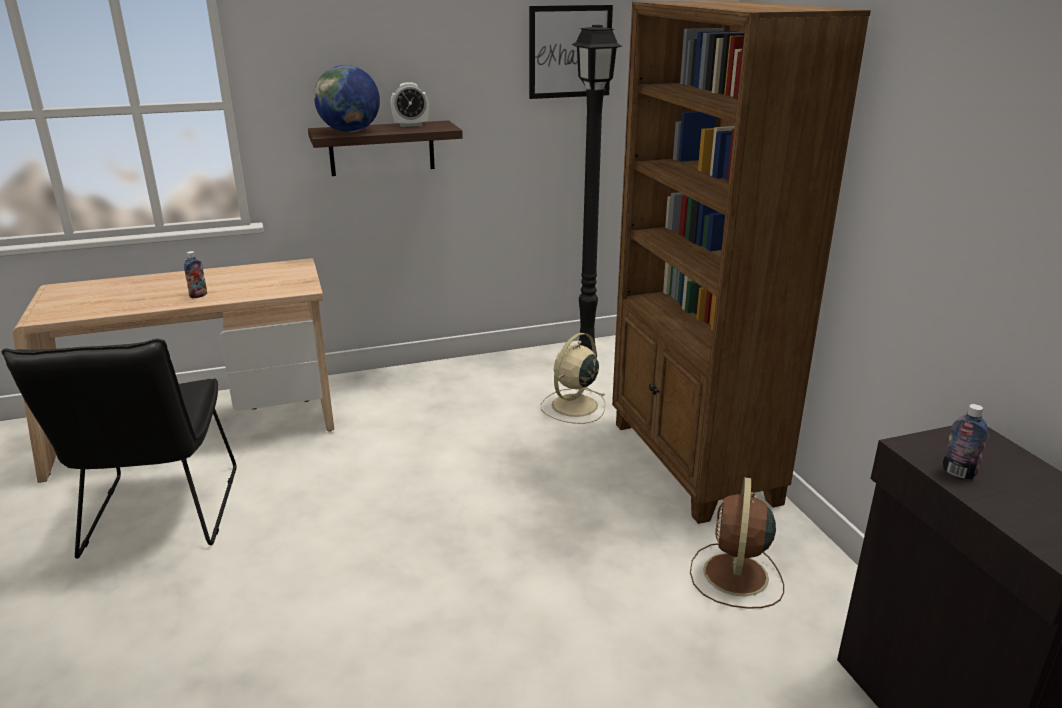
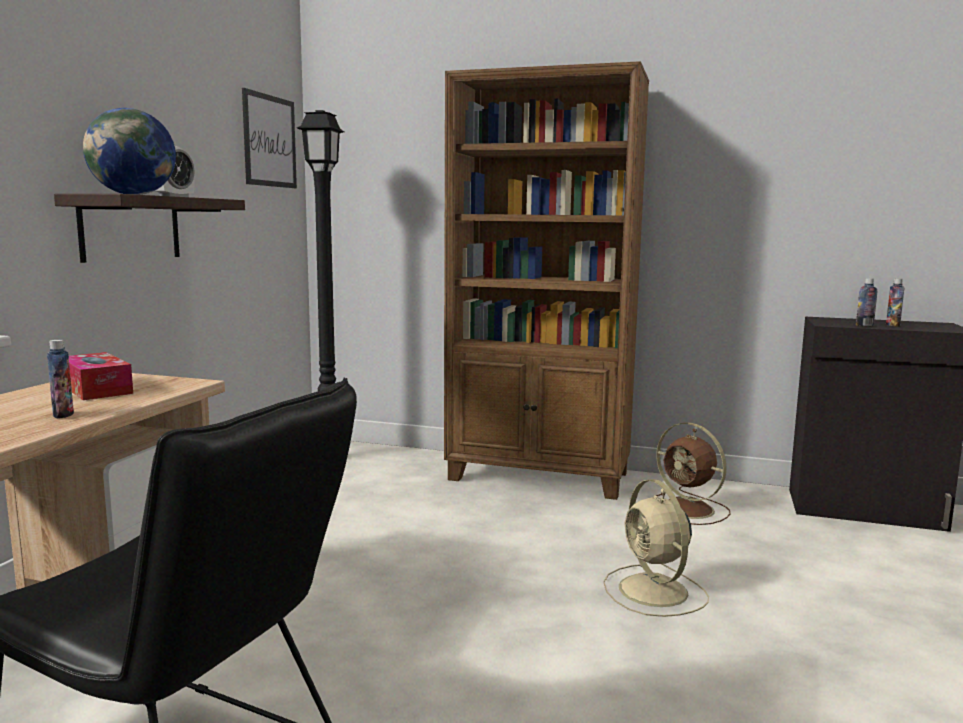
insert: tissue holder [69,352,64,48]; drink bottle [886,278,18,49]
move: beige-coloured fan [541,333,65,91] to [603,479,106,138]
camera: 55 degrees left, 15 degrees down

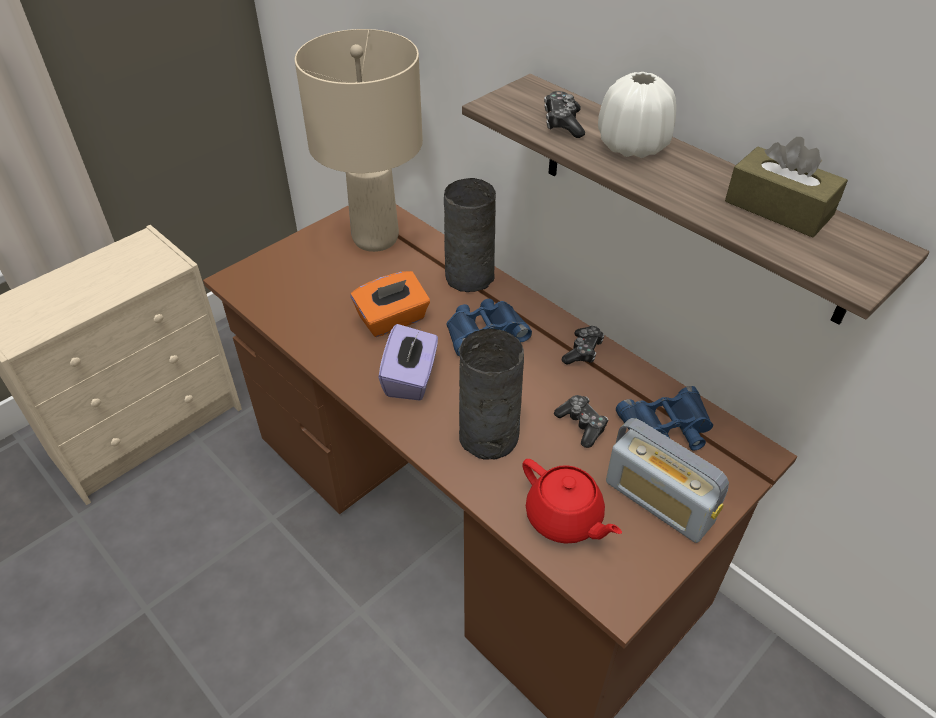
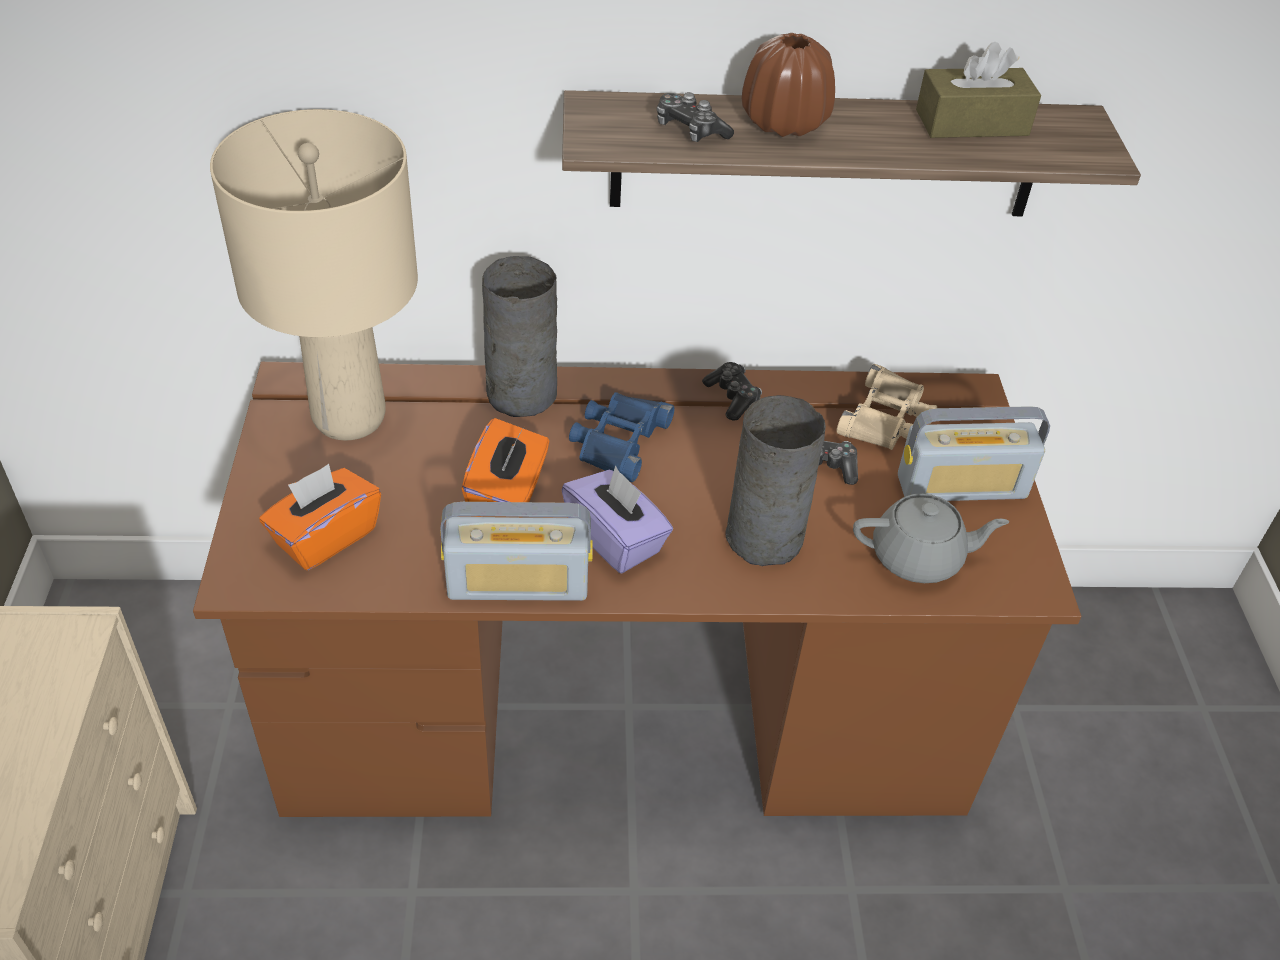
insert: orangey tissue holder [259,464,122,106]; radio [440,502,153,99]
recolor: whitish vase [598,72,78,86] to brown-coloured vase [742,33,93,104]; blue-coloured pair of binoculars [616,386,97,64] to beige-coloured pair of binoculars [836,364,101,86]; reddish teapot [522,459,100,85] to greyish teapot [853,493,156,90]
camera: 50 degrees left, 0 degrees up

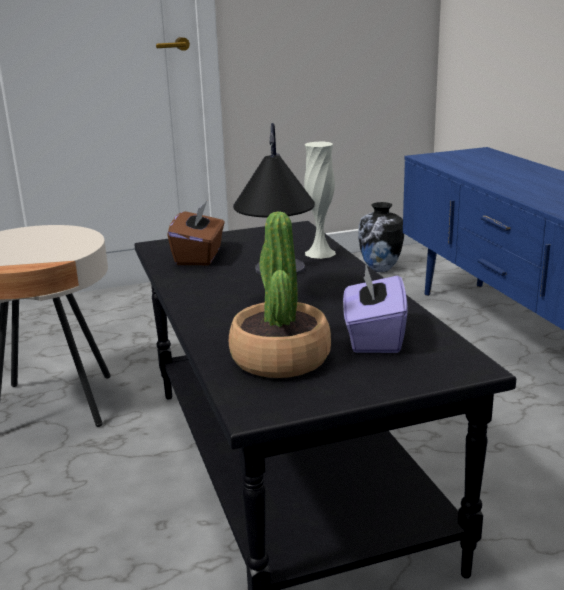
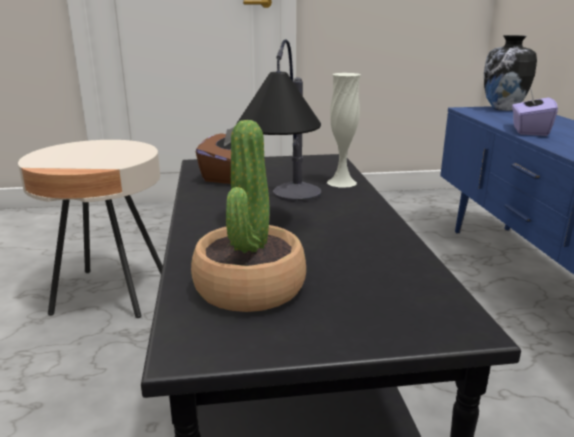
move: vase [358,202,46,70] to [484,35,53,76]; purple-coloured tissue holder [343,265,65,88] to [512,88,46,48]
camera: 10 degrees right, 0 degrees up

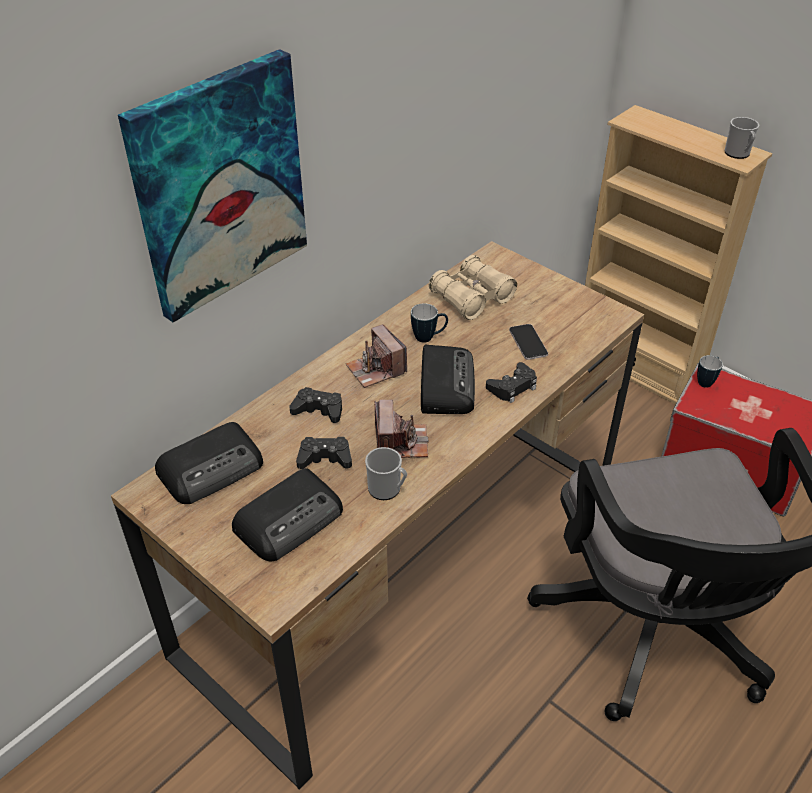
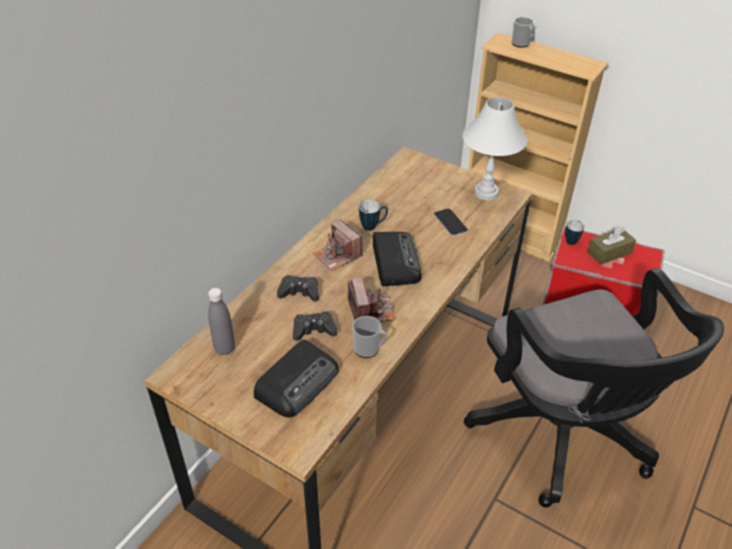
delete: picture [118,49,189,273]; beige-coloured pair of binoculars [429,255,88,65]; blackish joypad [486,362,51,41]
insert: whitish lamp for a table [462,97,65,103]; brown-coloured tissue holder [587,227,49,38]
move: tea mug [724,117,35,42] to [512,17,22,31]
replace: radio [155,422,108,82] to greyish drink bottle [208,288,27,67]
camera: 10 degrees left, 0 degrees up

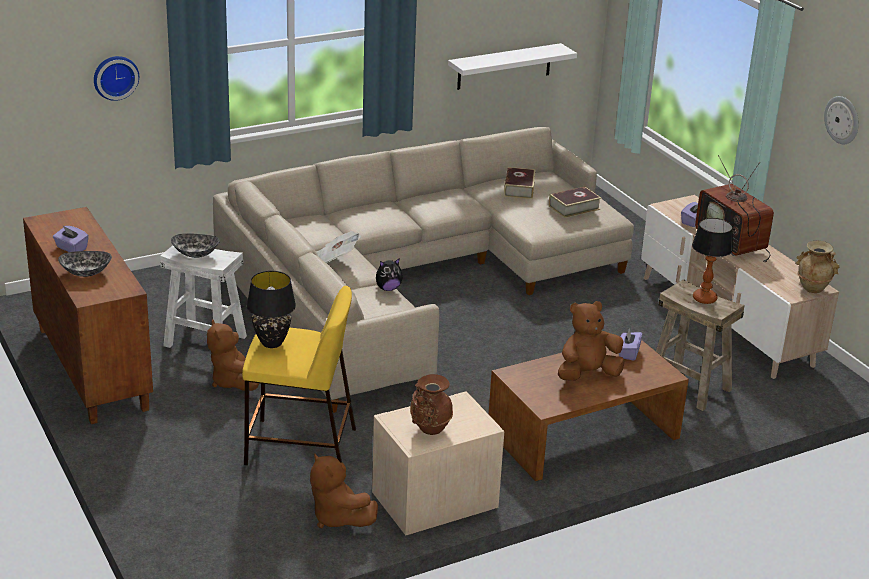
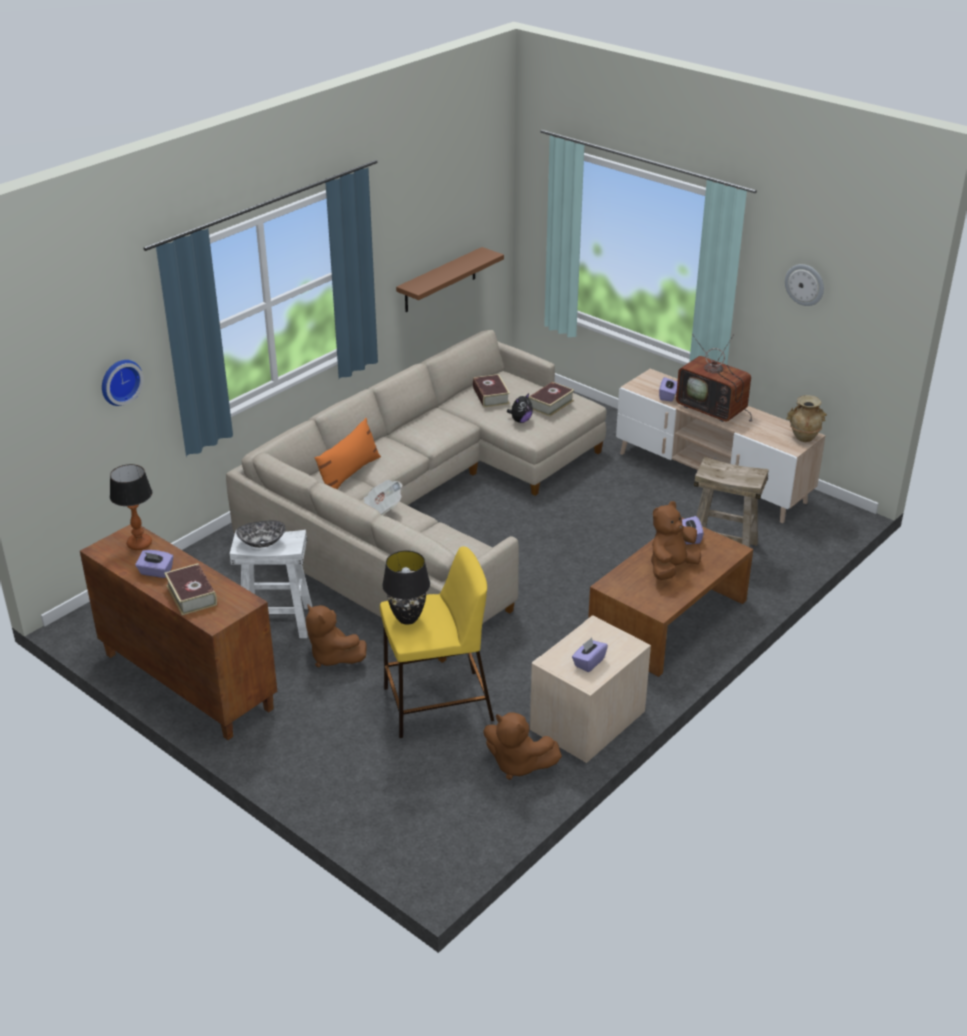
insert: orangey throw pillow [315,418,66,71]
move: lamp for a table [692,218,41,86] to [110,464,42,86]; cuddly toy [376,258,26,33] to [507,393,26,30]
replace: bowl [58,251,54,26] to bound book [164,563,53,52]; brown-coloured vase [410,374,43,61] to purple-coloured tissue holder [572,638,36,34]
recolor: whitish bracket shelf [448,43,129,47] to brown-coloured bracket shelf [396,247,108,65]
camera: 20 degrees left, 5 degrees up

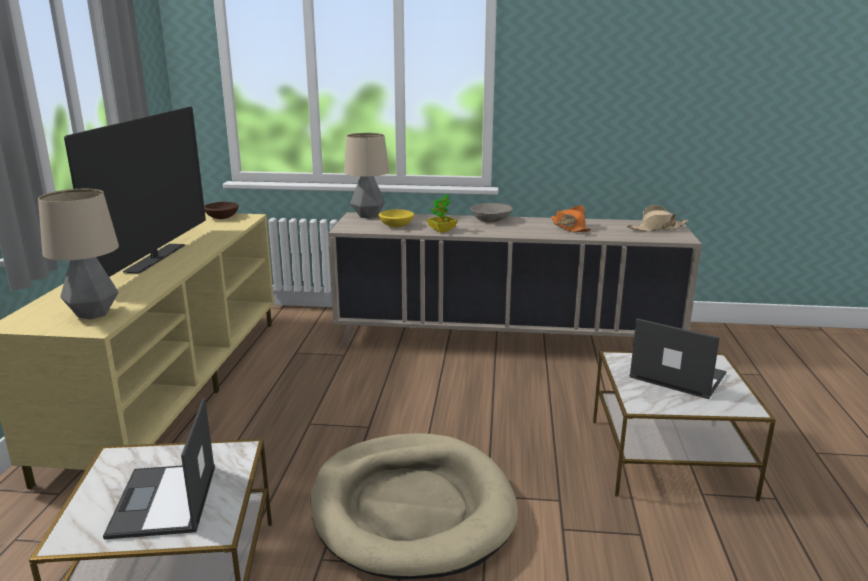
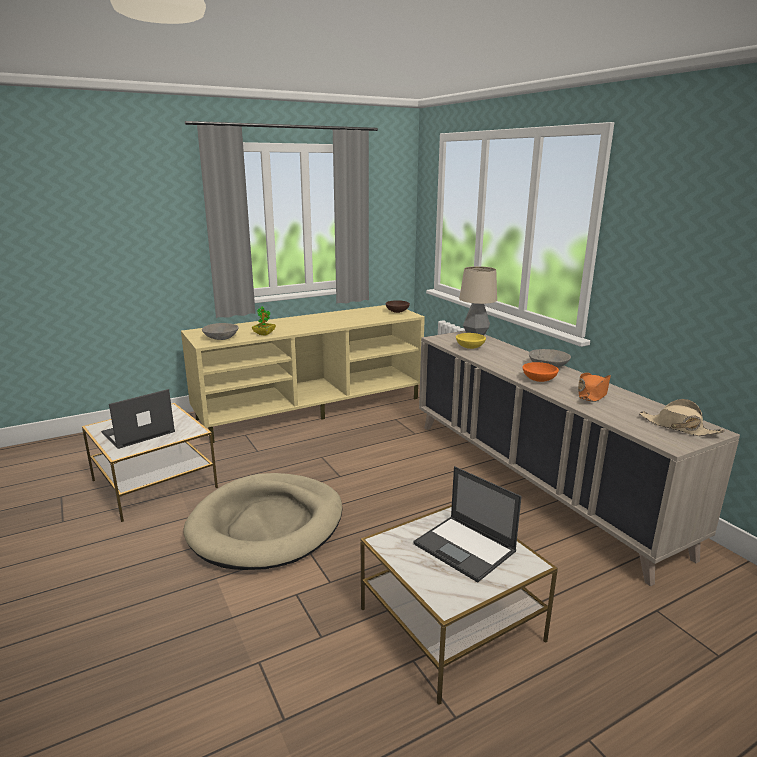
delete: TV set [64,106,142,171]
insert: orangey bowl [522,362,37,20]
move: houseplant [427,194,30,39] to [252,306,24,30]
replace: lamp for a table [38,189,81,130] to greyish bowl [202,323,37,17]
rotate: laptop [629,318,98,81] = [413,466,109,116] 135 degrees clockwise
camera: 55 degrees right, 0 degrees up

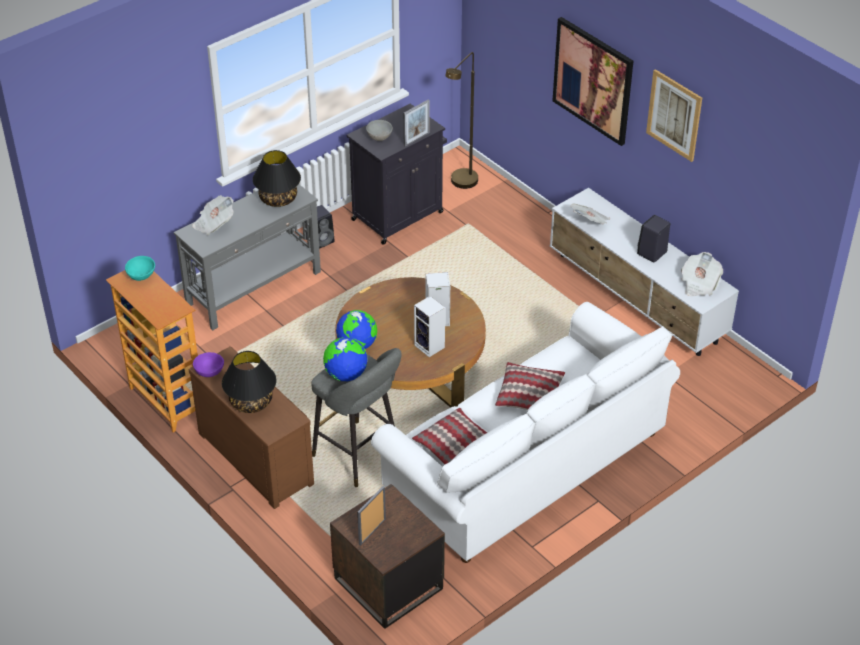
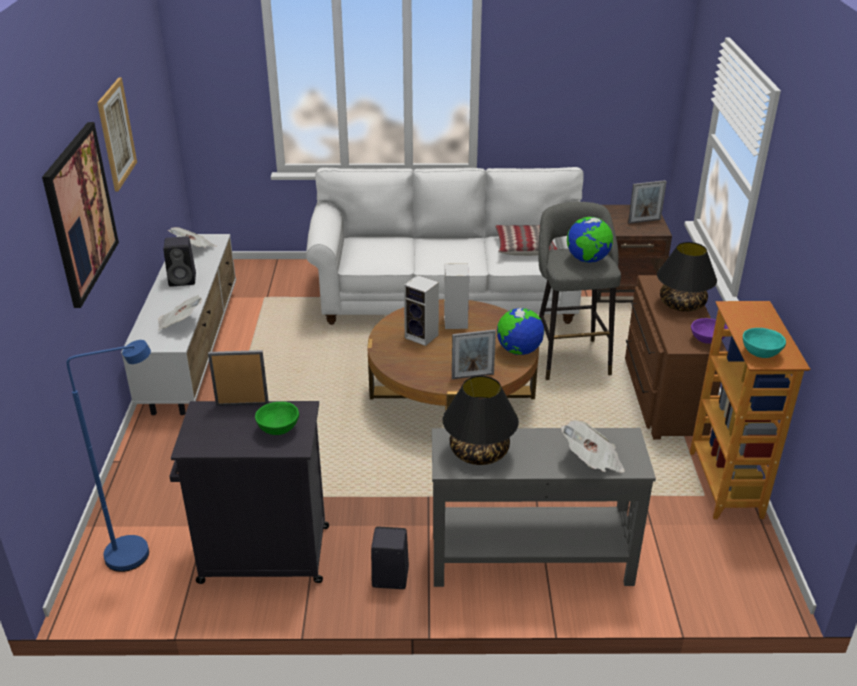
delete: throw pillow [495,362,70,48]
insert: photo frame [452,330,44,49]
recolor: brown-coloured floor lamp [446,52,32,137] to blue-coloured floor lamp [67,340,84,232]; greyish bowl [366,120,27,21] to greenish bowl [255,402,44,33]
camera: 140 degrees left, 10 degrees down

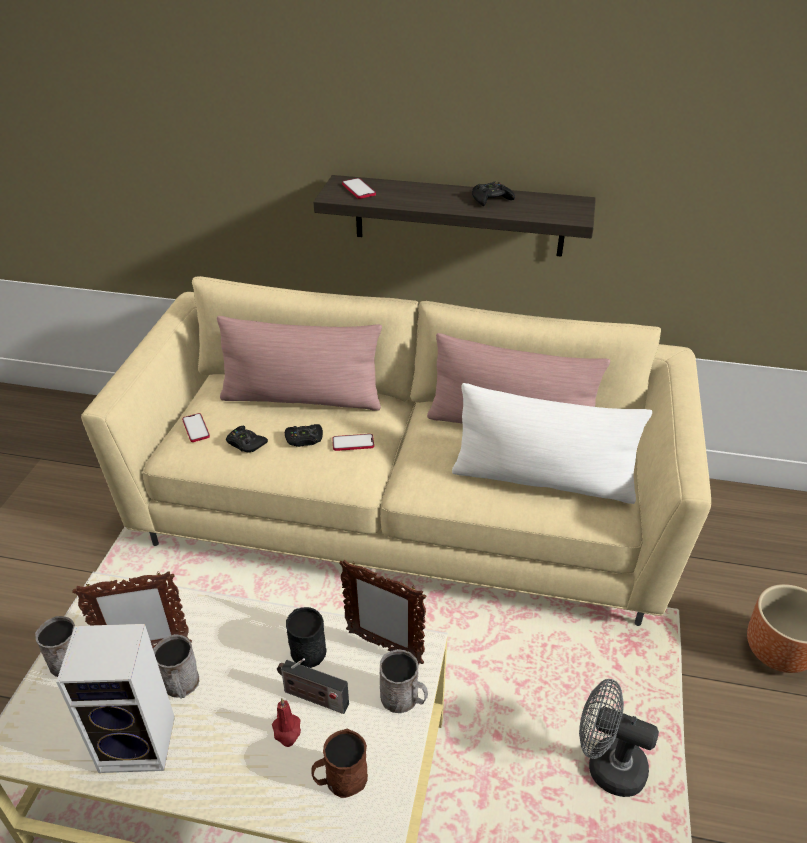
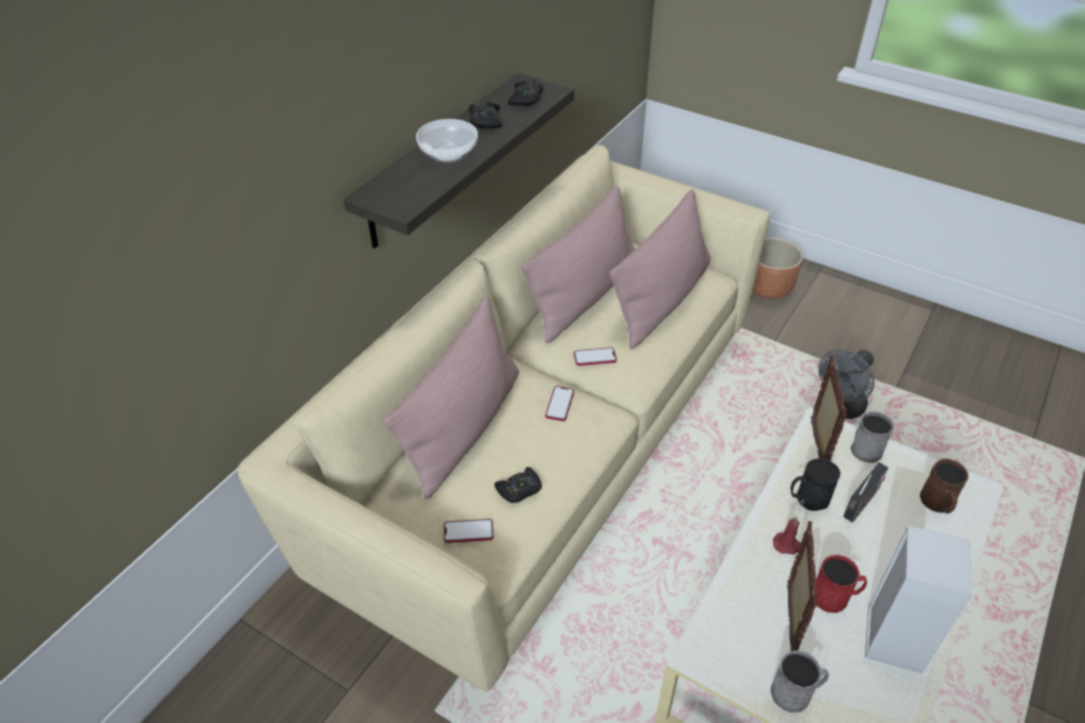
insert: bowl [416,119,62,44]
move: blackish joypad [285,424,38,23] to [508,79,35,28]; phone [342,178,34,21] to [574,347,43,19]; reddish wax light [272,698,29,49] to [773,516,28,38]
recolor: whitish throw pillow [452,383,200,121] to pink throw pillow [610,189,100,160]; greyish tea mug [153,634,46,65] to reddish tea mug [816,555,51,58]
rotate: photo frame [339,560,87,104] = [811,355,36,106] 45 degrees counterclockwise
camera: 70 degrees left, 5 degrees up

